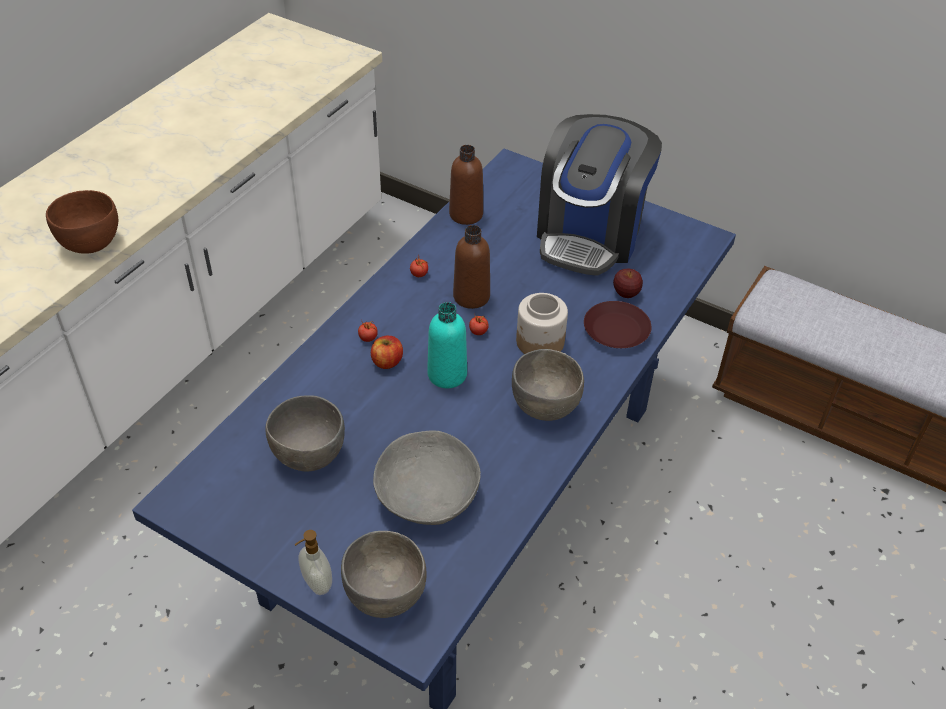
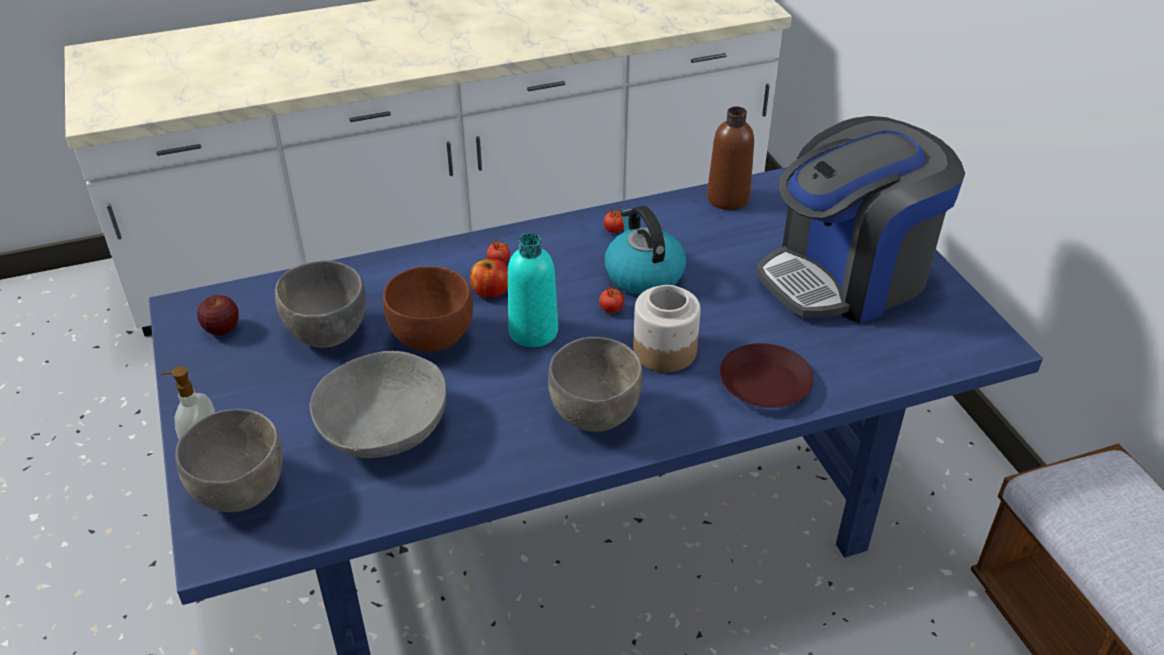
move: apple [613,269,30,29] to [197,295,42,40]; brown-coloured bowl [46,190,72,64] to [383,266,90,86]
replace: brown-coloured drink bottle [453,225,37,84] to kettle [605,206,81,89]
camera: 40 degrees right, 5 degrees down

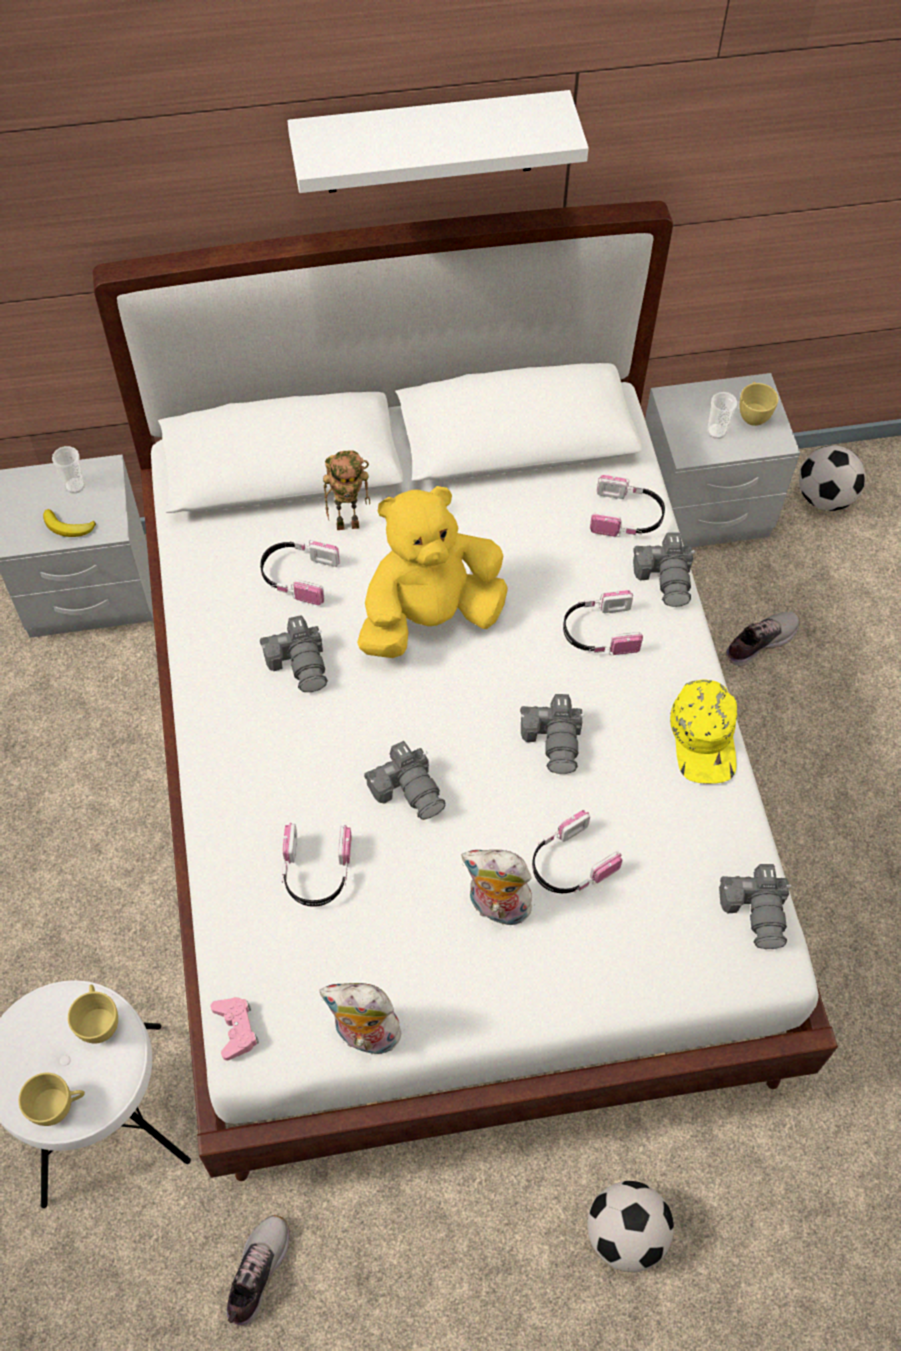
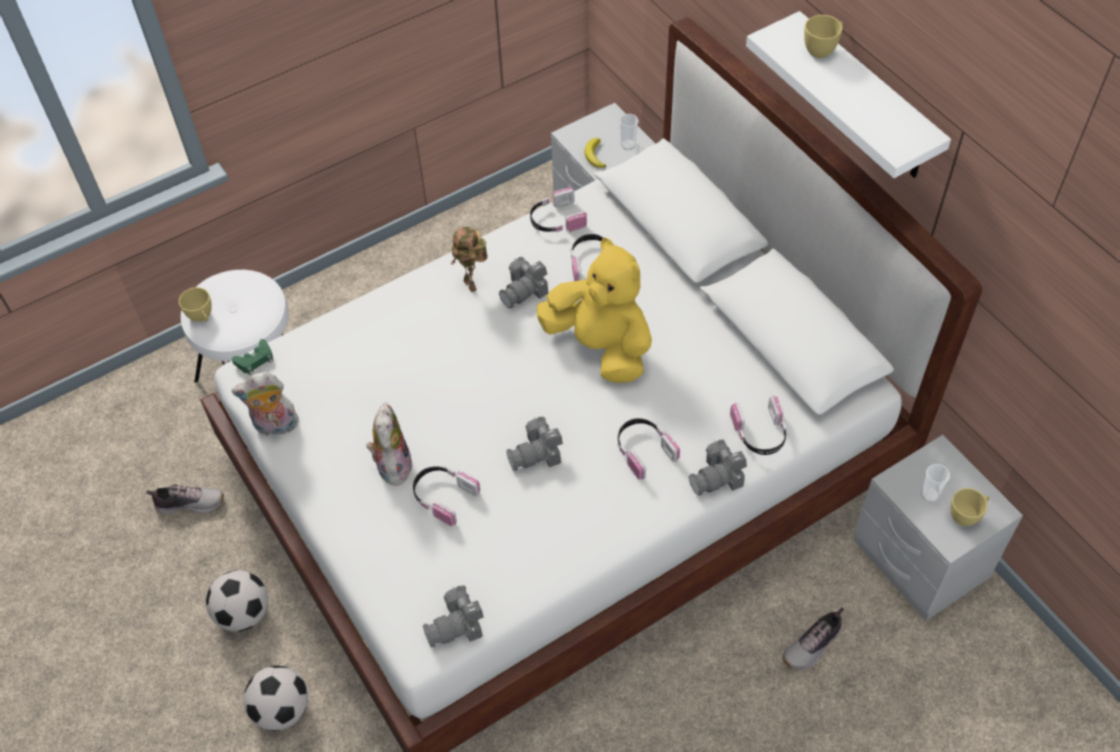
delete: photo camera [364,741,81,79]; yellow-coloured cap [670,679,67,105]
move: ball for football [799,445,66,66] to [206,570,62,62]; model robot [323,450,47,80] to [451,227,37,65]; pair of headphones [282,823,70,84] to [530,187,57,46]; yellow-coloured small cup [68,984,50,60] to [804,15,40,43]
recolor: pink joypad [210,997,49,64] to greenish joypad [232,339,41,36]
rotate: cuddly toy [320,983,84,76] = [231,372,69,66] 90 degrees counterclockwise; item of footwear [726,612,74,54] = [782,607,62,63] 105 degrees clockwise
camera: 70 degrees right, 5 degrees down

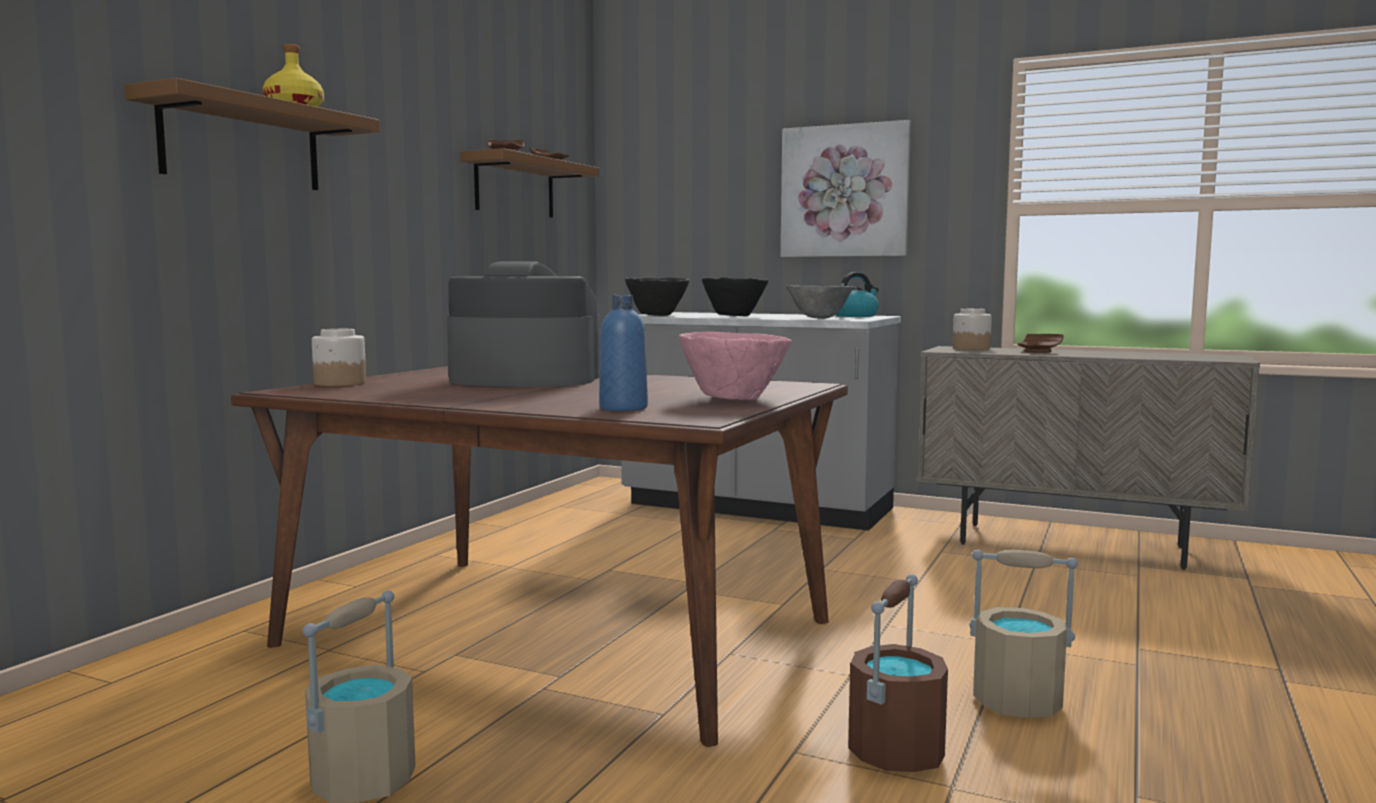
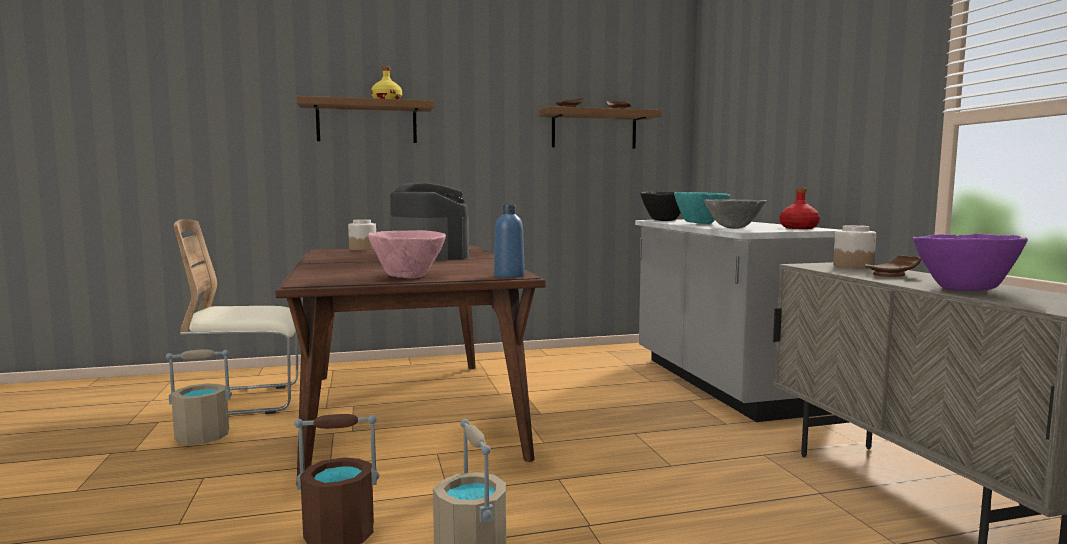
delete: picture [781,120,130,137]
insert: beige-coloured plain chair [174,219,124,196]; purple-coloured bowl [913,234,115,57]
move: blue-coloured drink bottle [599,295,49,116] to [494,205,31,73]
replace: kettle [836,272,43,45] to reddish drink bottle [780,188,40,41]
recolor: blackish bowl [702,277,67,40] to turquoise bowl [674,192,56,32]
camera: 50 degrees right, 0 degrees up

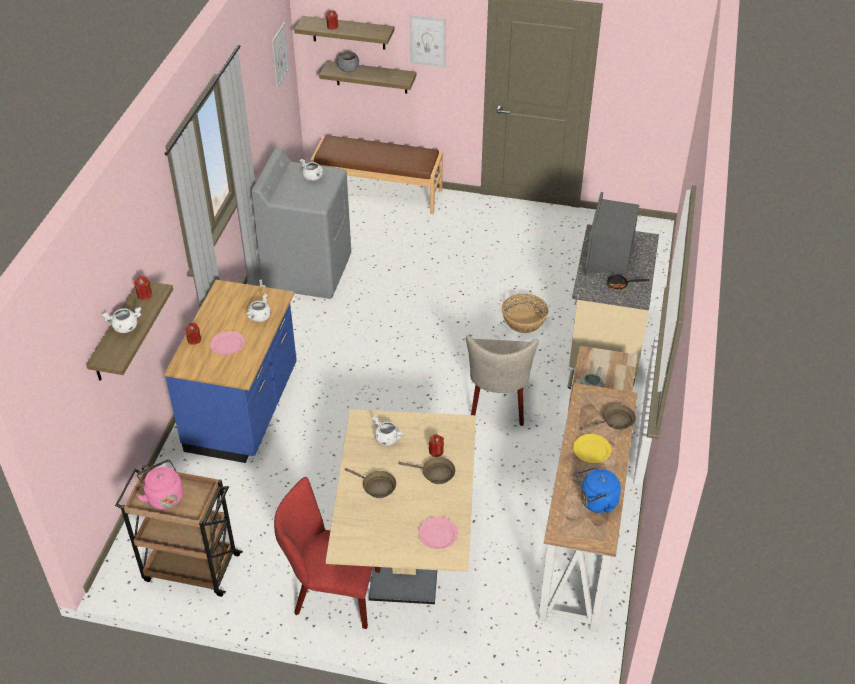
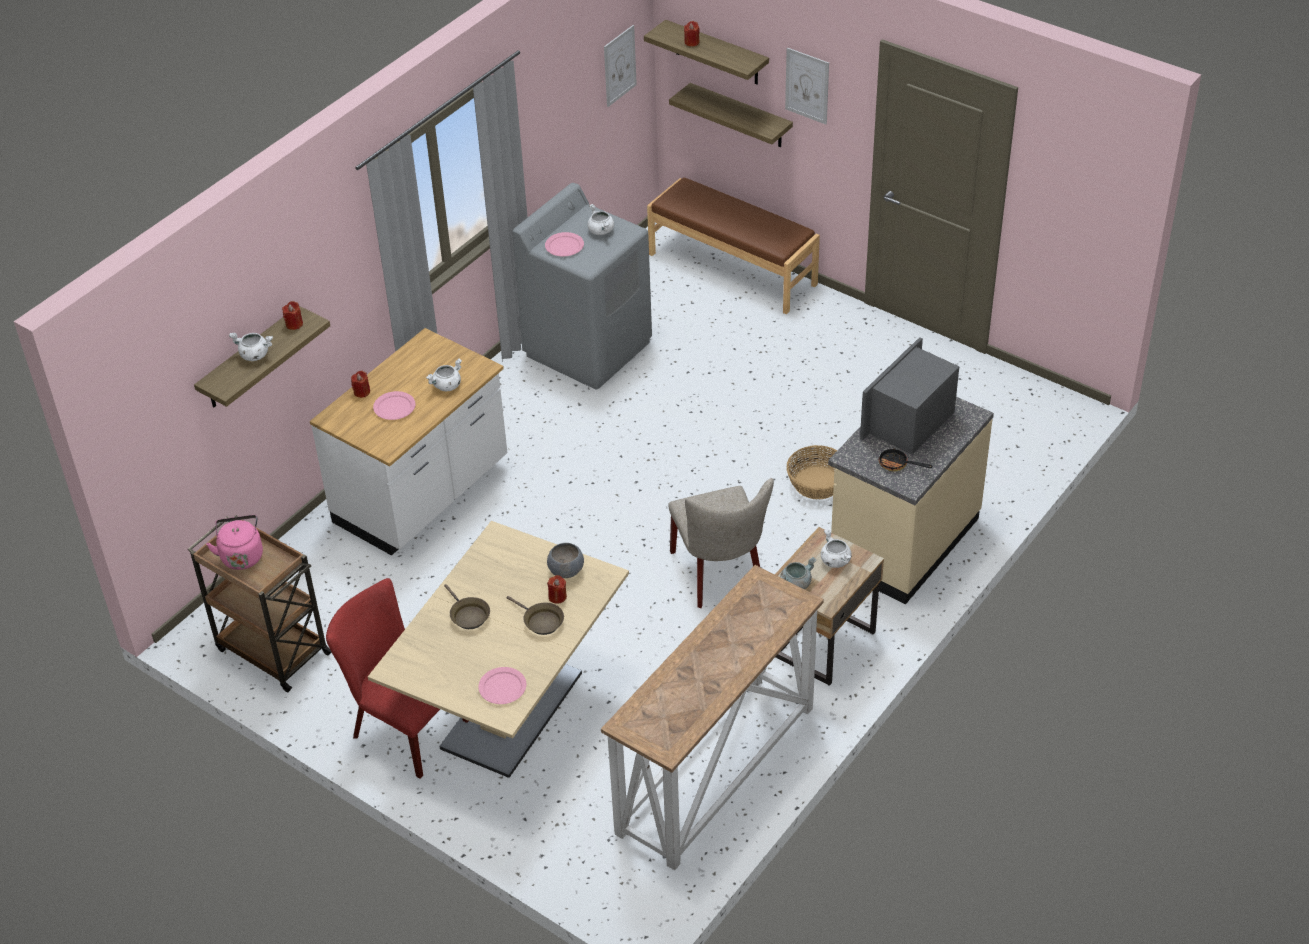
delete: yellow-coloured dinner plate [573,434,39,29]; blue-coloured kettle [576,466,45,47]; brown-coloured skillet [580,404,56,26]
insert: pink dinner plate [545,232,39,24]
move: greyish bowl [337,51,22,21] to [547,543,37,35]; whitish saucepot [372,416,31,30] to [821,529,31,39]
recolor: blue-coloured counter [164,280,133,183] to whitish counter [310,328,197,228]
rotate: beige-coloured plain chair [466,335,72,91] = [668,478,106,130] 45 degrees counterclockwise
camera: 25 degrees right, 0 degrees up

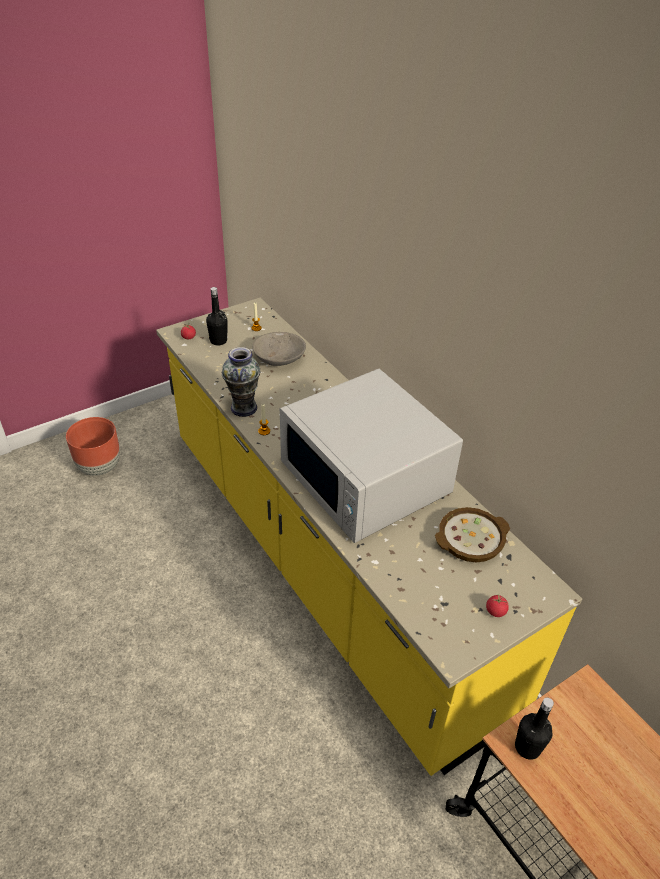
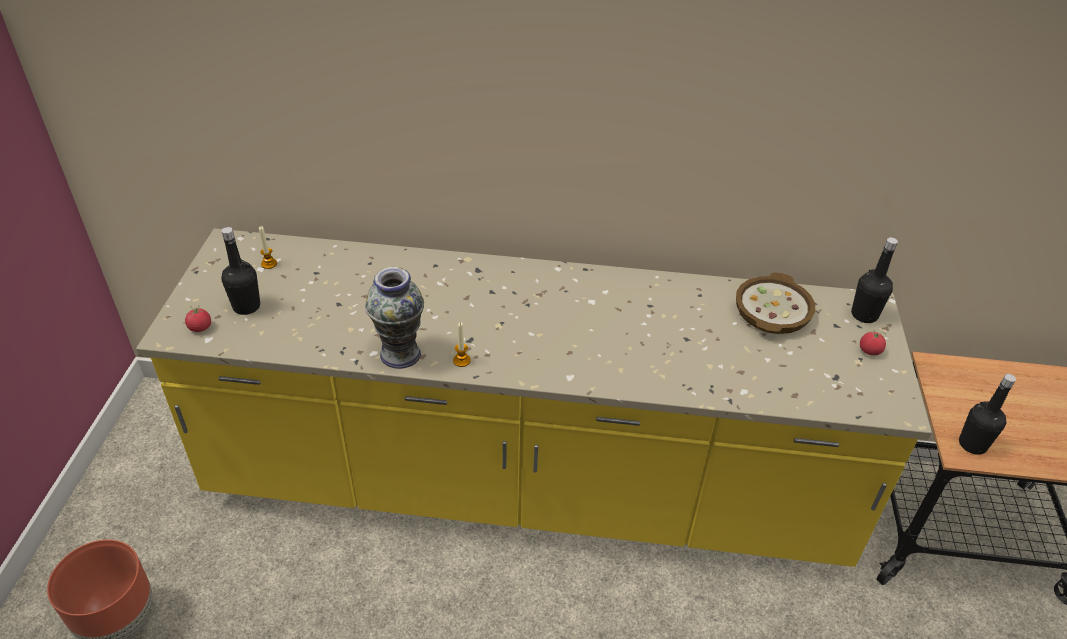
delete: greyish bowl [252,332,54,34]; whitish kitchen microwave [280,369,183,174]
insert: blackish drink bottle [851,237,47,86]
camera: 50 degrees left, 0 degrees up

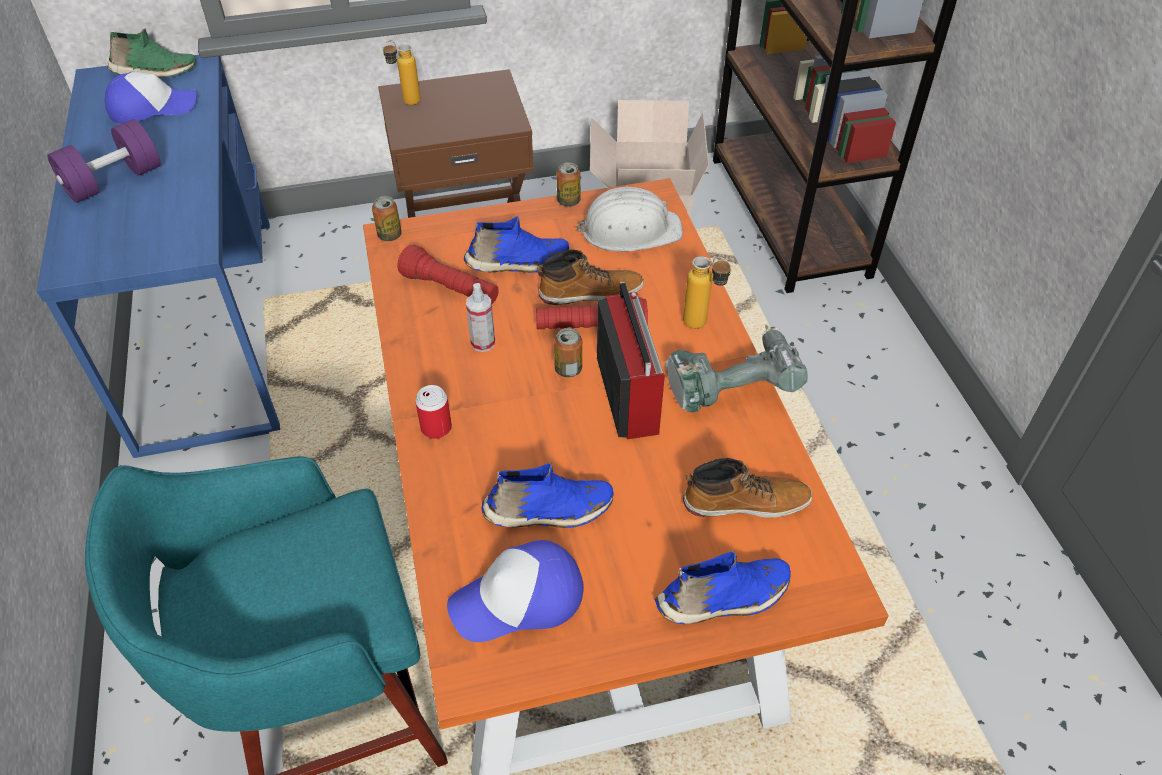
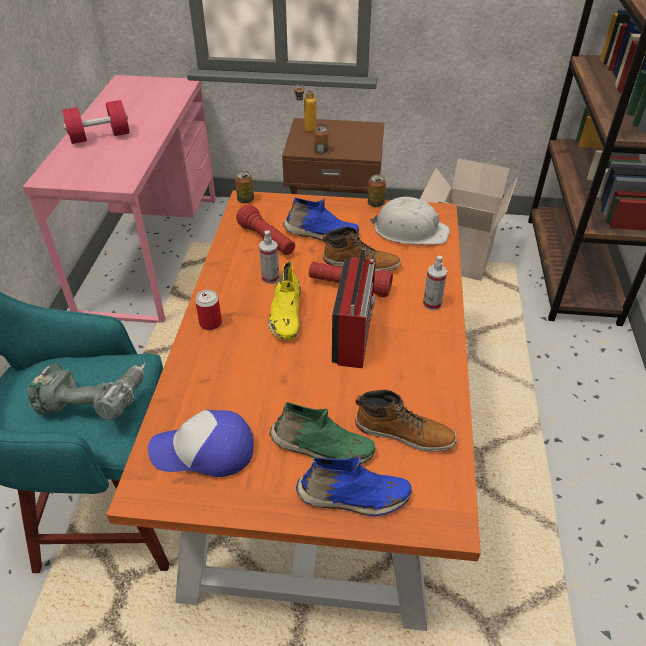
delete: cap [105,71,91,53]; blue-coloured item of footwear [481,463,133,65]
insert: yellow-coloured item of footwear [268,261,33,79]
move: drill [665,324,143,88] to [27,362,119,58]; greenish item of footwear [108,28,88,50] to [270,402,105,62]; metal can [554,328,28,49] to [314,126,14,28]
replace: drink bottle [683,256,49,73] to hand sprayer [423,256,24,54]
recolor: blue-coloured desk [37,55,243,403] to pink desk [23,75,193,248]; purple-coloured hand weight [47,119,114,84] to reddish hand weight [62,100,67,44]
camera: 20 degrees right, 5 degrees down

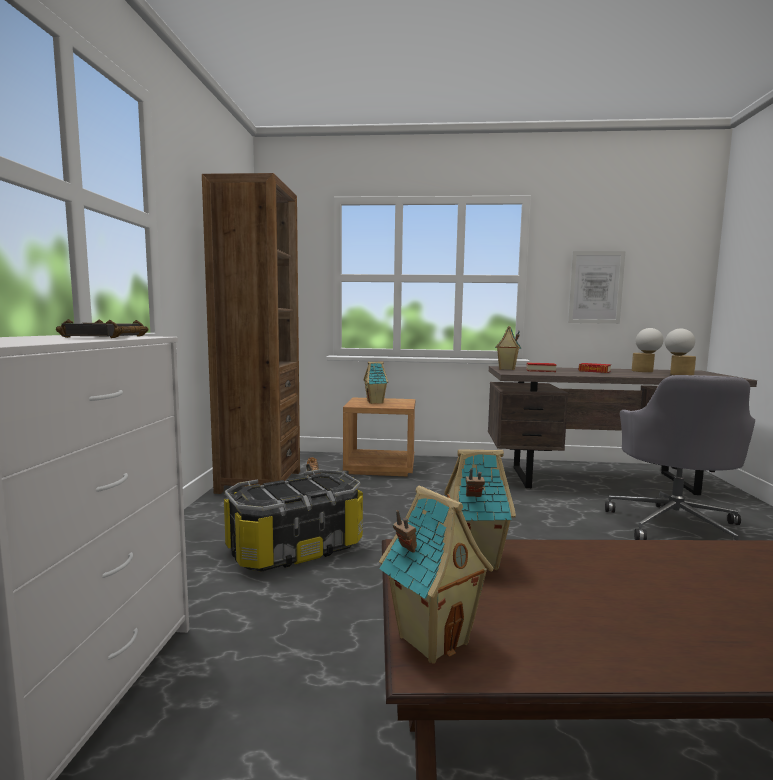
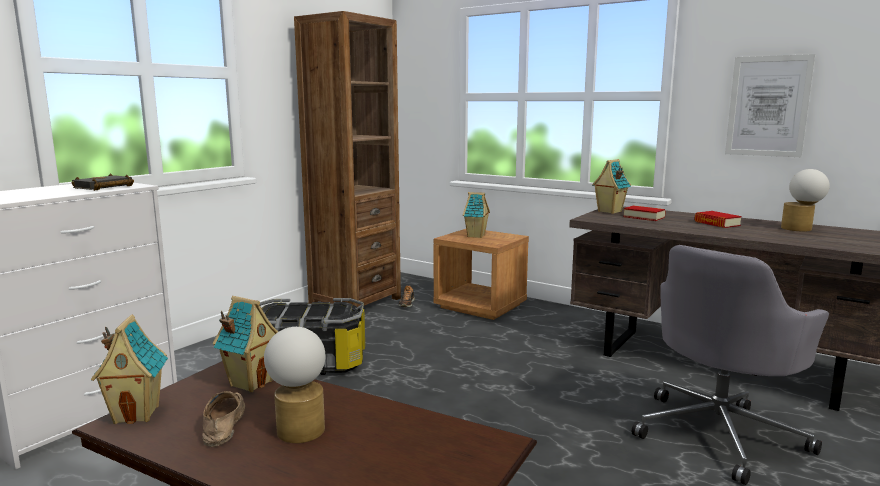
insert: beige-coloured item of footwear [202,391,43,56]
move: lamp for a table [665,329,31,46] to [264,327,61,116]
camera: 30 degrees right, 5 degrees up

